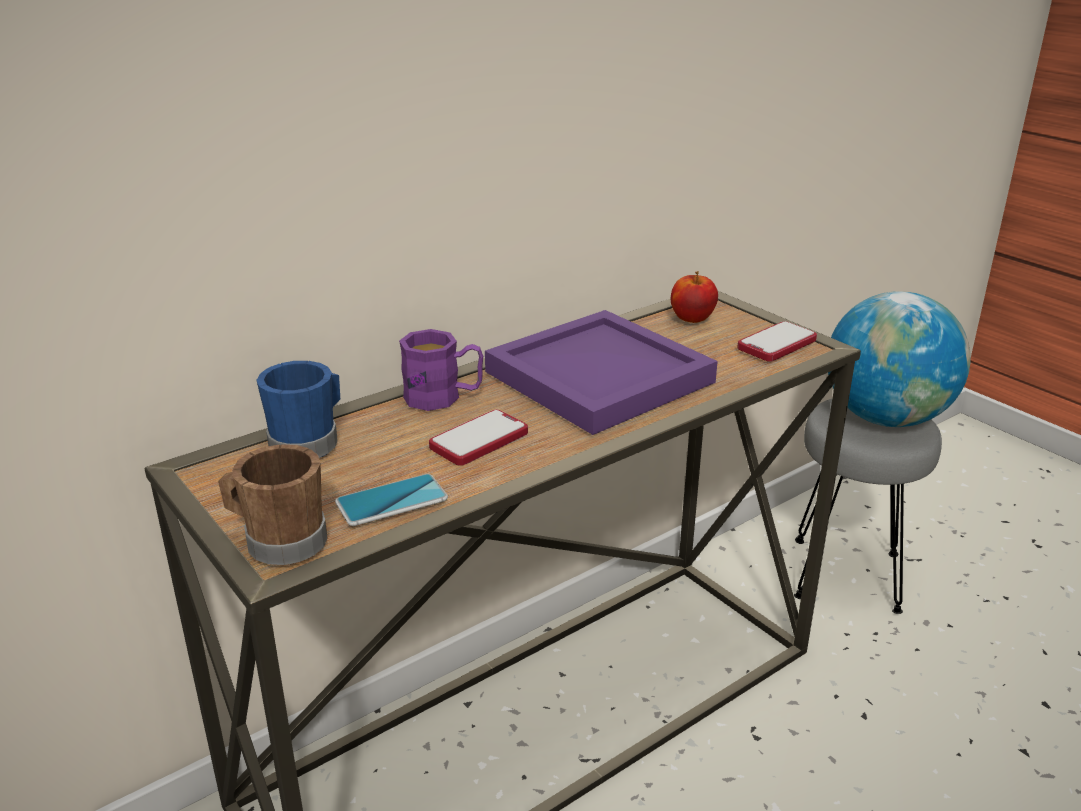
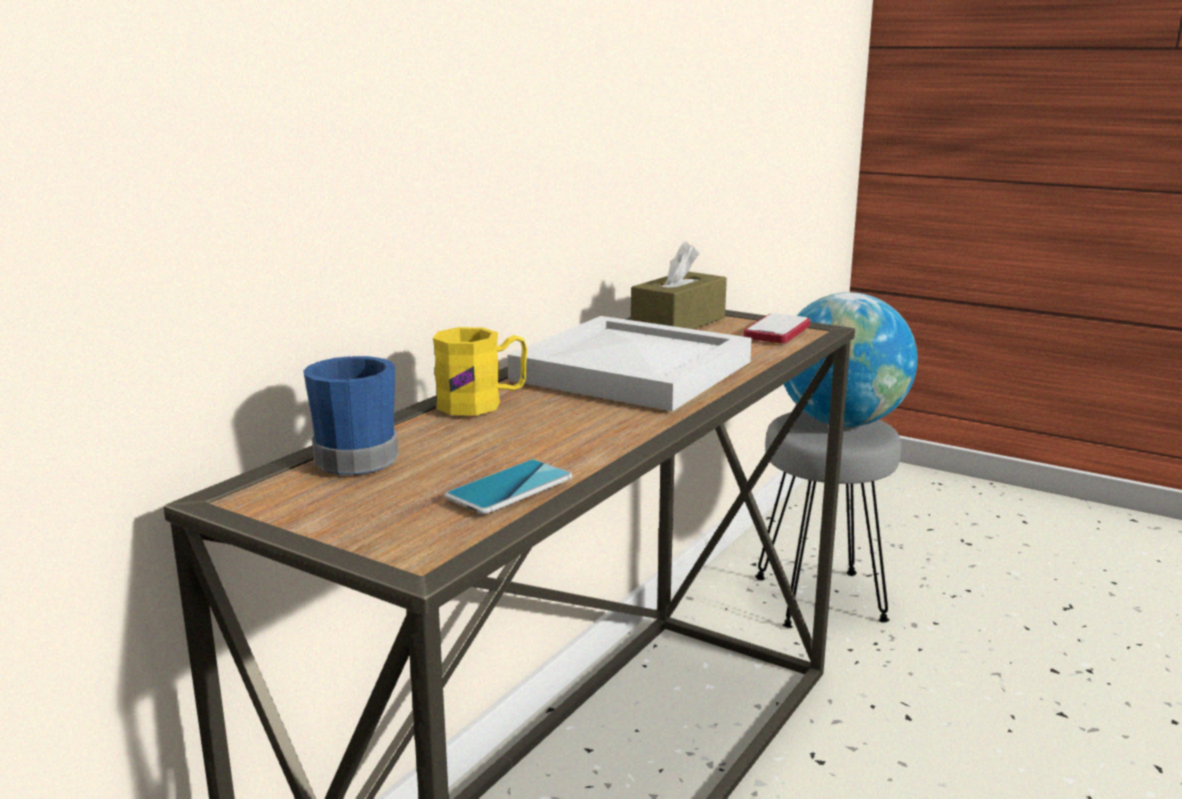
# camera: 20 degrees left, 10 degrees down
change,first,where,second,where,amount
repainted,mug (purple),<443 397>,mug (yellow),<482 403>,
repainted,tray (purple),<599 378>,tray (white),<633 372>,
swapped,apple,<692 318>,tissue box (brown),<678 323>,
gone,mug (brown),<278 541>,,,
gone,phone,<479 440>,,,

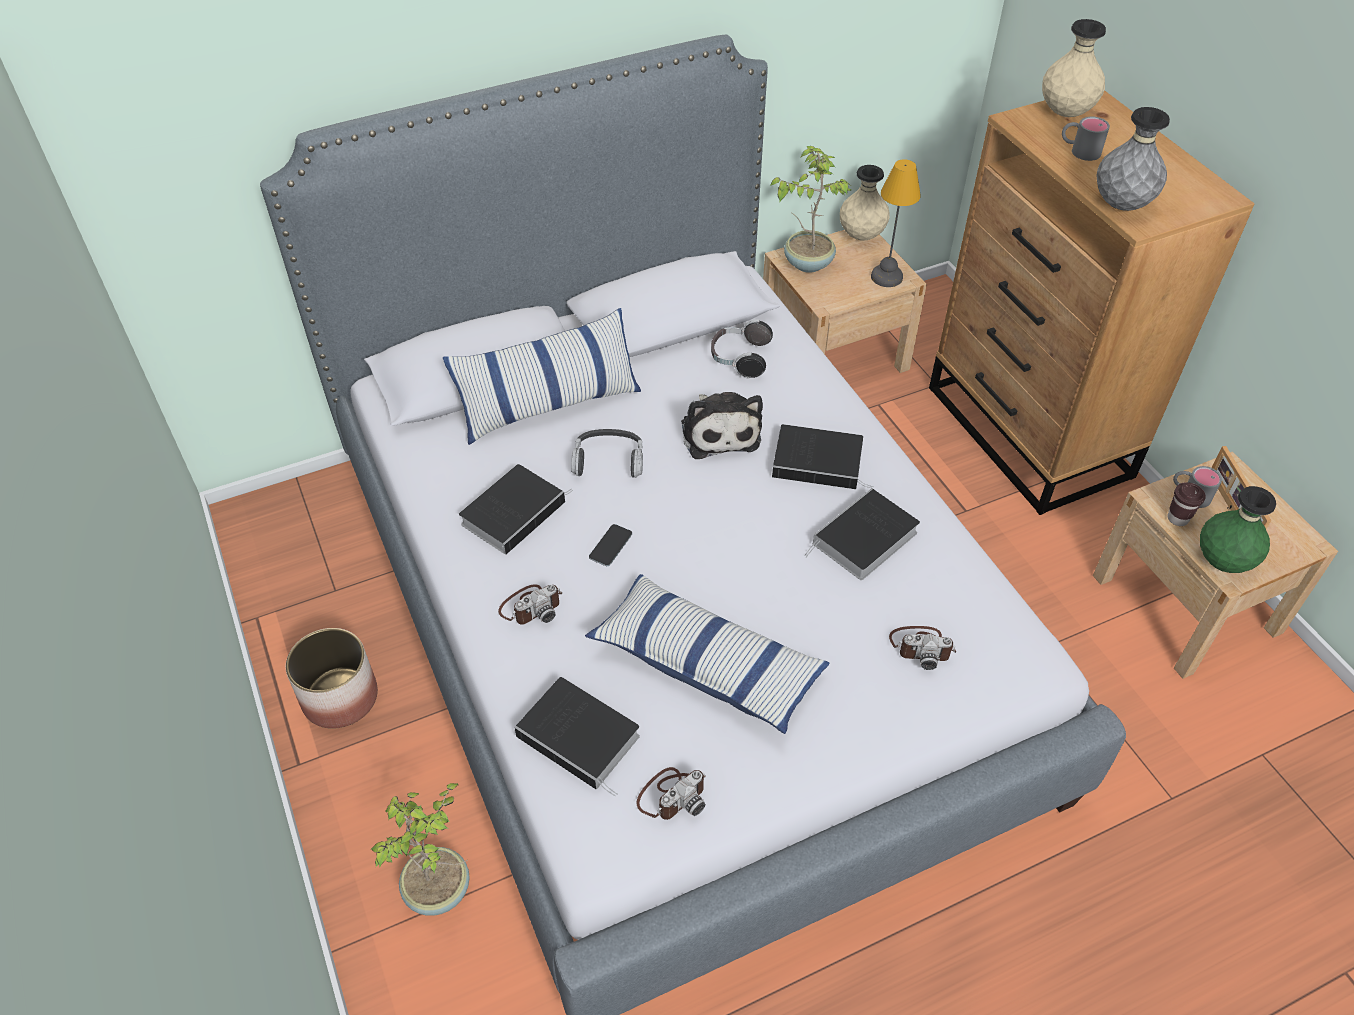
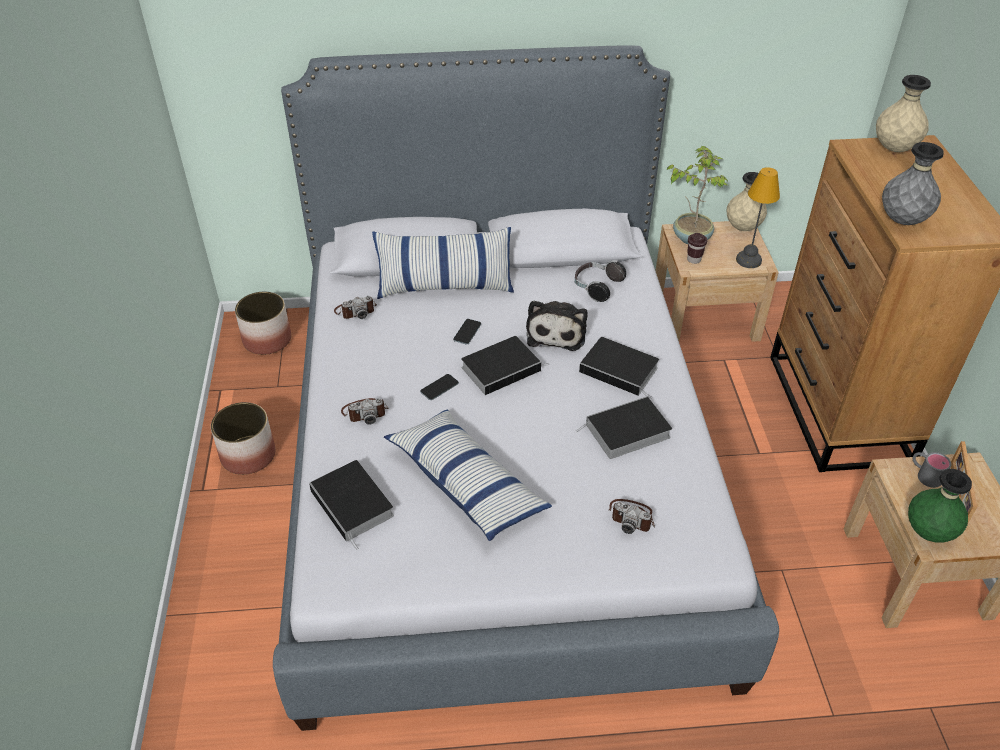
# camera: 20 degrees right, 5 degrees down
change,first,where,second,where,amount
new,,,planter,<267 340>,
shifted,photo camera,<672 795>,,<355 310>,
swapped,headphones,<608 460>,phone,<467 332>,
shifted,book,<514 511>,,<502 368>,
shifted,cup (brown),<1177 518>,,<694 259>,
gone,potted plant,<439 890>,,,
gone,mug (grey),<1079 150>,,,

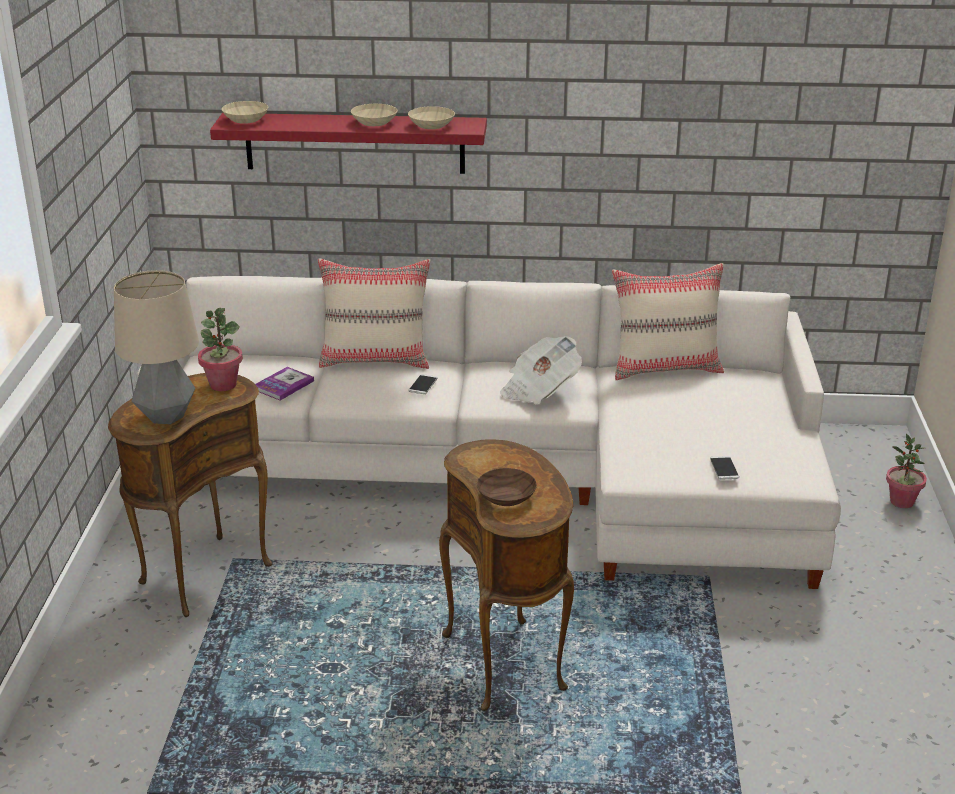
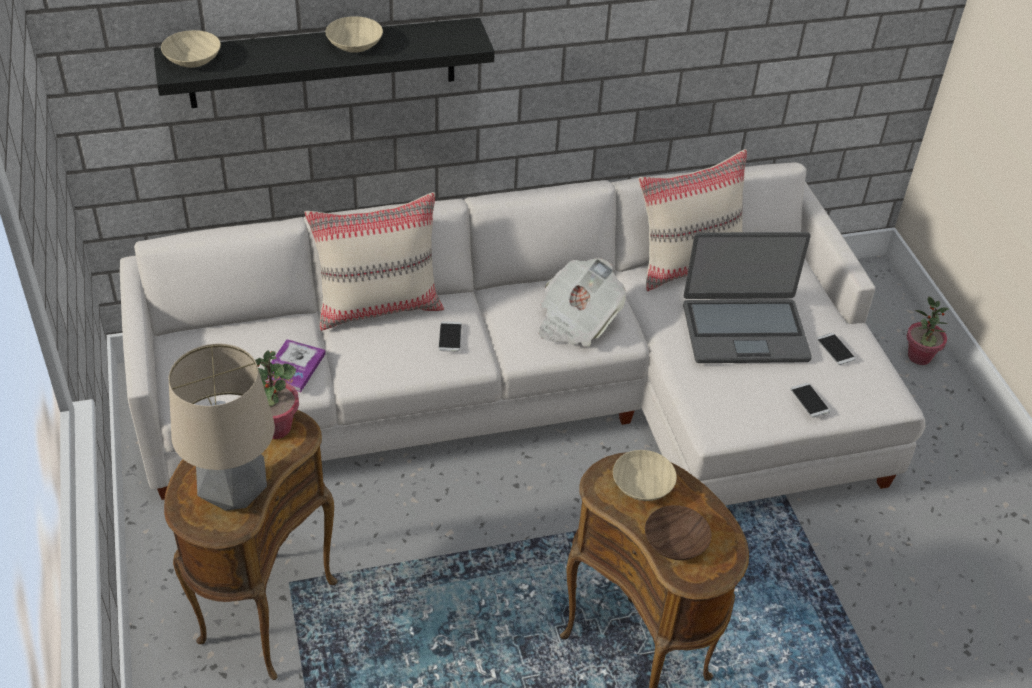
# camera: 20 degrees left, 15 degrees up
change,first,where,second,where,amount
repainted,shelf (red),<355 143>,shelf (black),<323 63>,
shifted,bowl (beige),<432 125>,,<642 483>,
new,,,laptop,<744 331>,
new,,,phone,<835 349>,

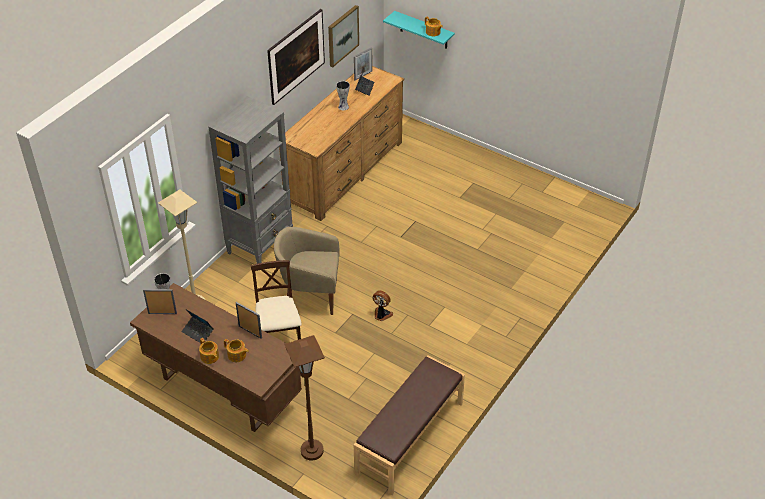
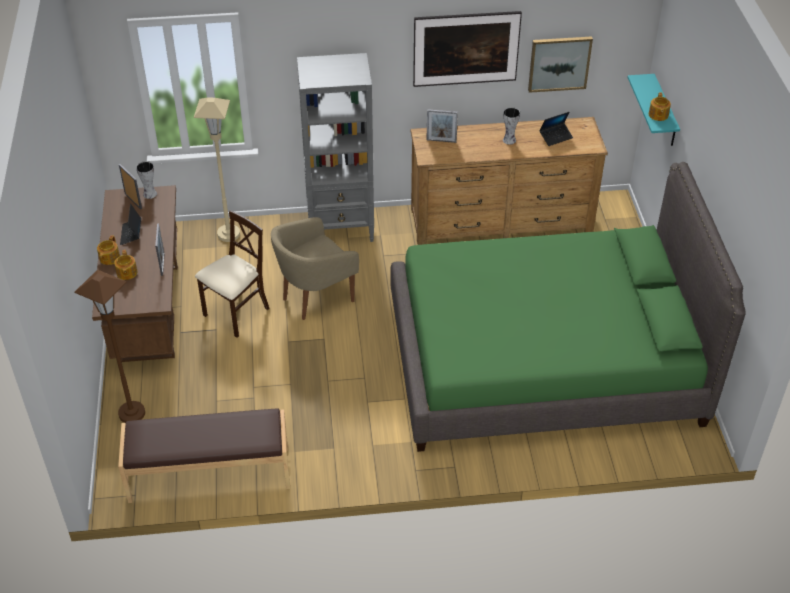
# camera: 50 degrees right, 0 degrees up
change,first,where,second,where,amount
rotated,armchair (beige),<310 296>,,<315 297>,90 degrees counterclockwise
new,,,bed (green),<544 362>,
shifted,picture frame,<363 75>,,<441 141>,
gone,fan,<381 315>,,,

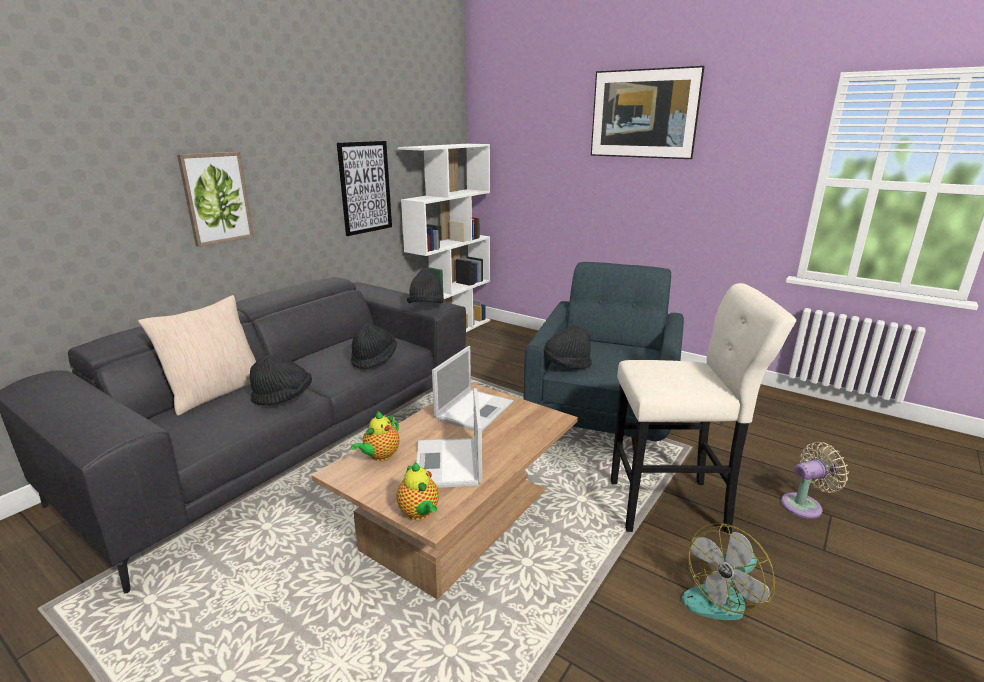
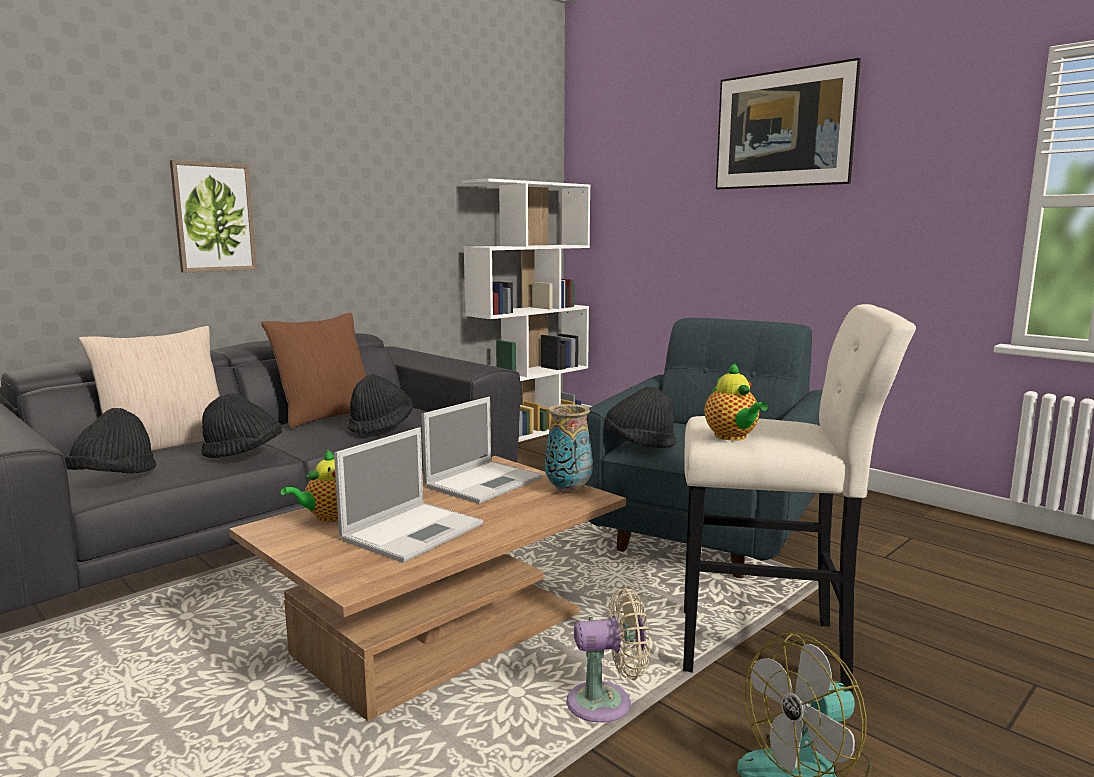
# camera: 10 degrees right, 10 degrees down
change,first,where,second,where,amount
shifted,hat (black),<426 306>,,<114 477>,
new,,,pillow (brown),<326 415>,
rotated,laptop,<448 464>,,<414 531>,150 degrees counterclockwise
new,,,vase,<569 490>,
shifted,fan (beige),<804 505>,,<606 703>,
shifted,teapot,<419 513>,,<732 437>,
gone,picture,<365 187>,,,

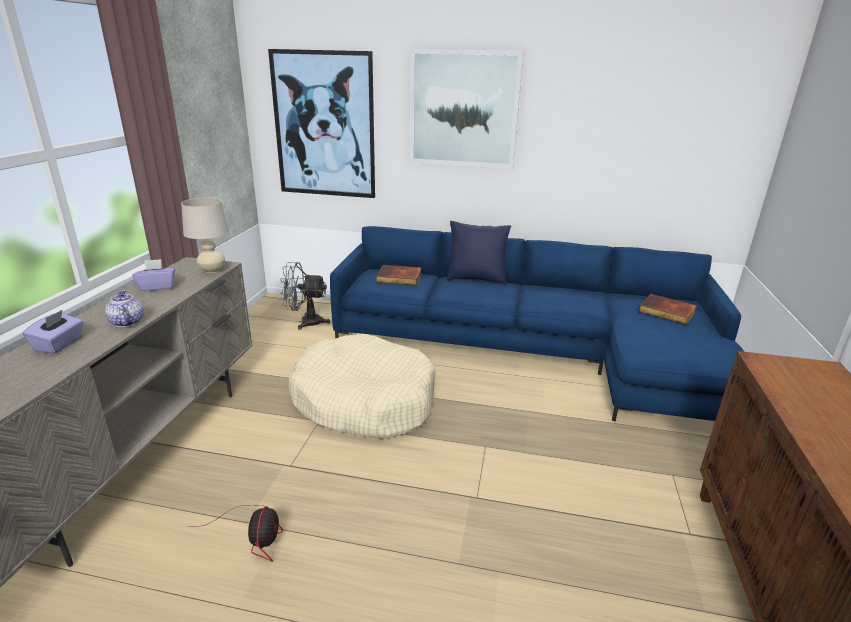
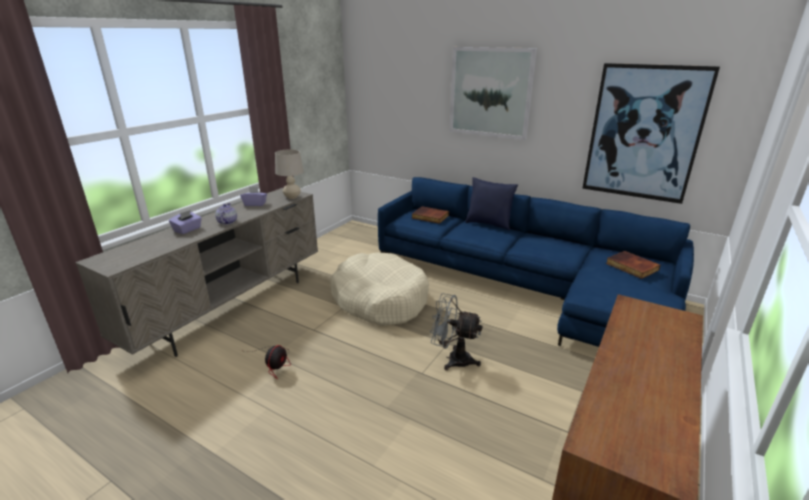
# camera: 20 degrees right, 0 degrees up
change,first,where,second,where,amount
shifted,fan (grey),<305 322>,,<453 359>,
shifted,picture,<324 125>,,<643 133>,

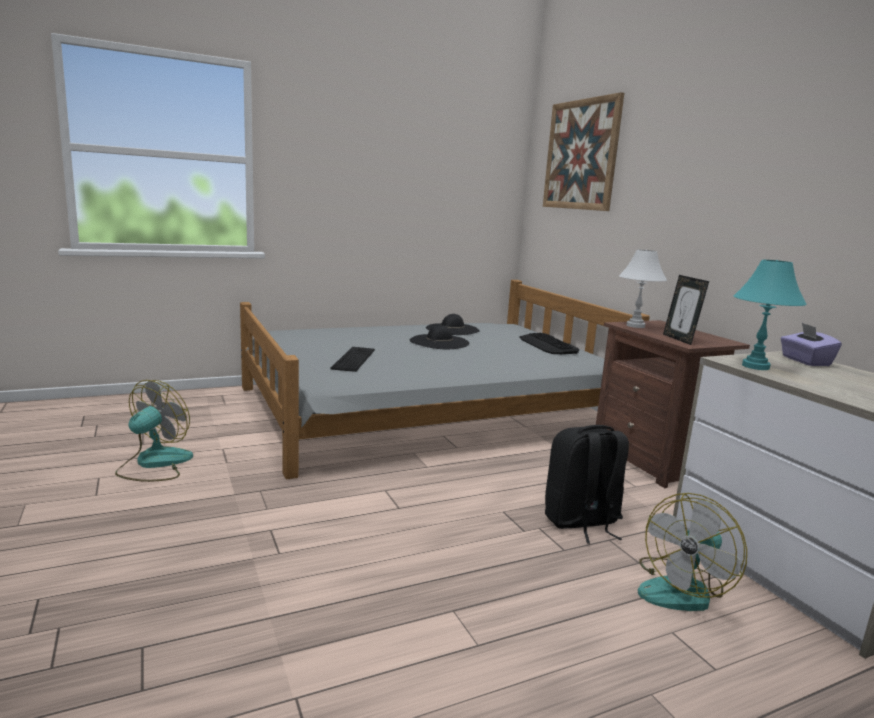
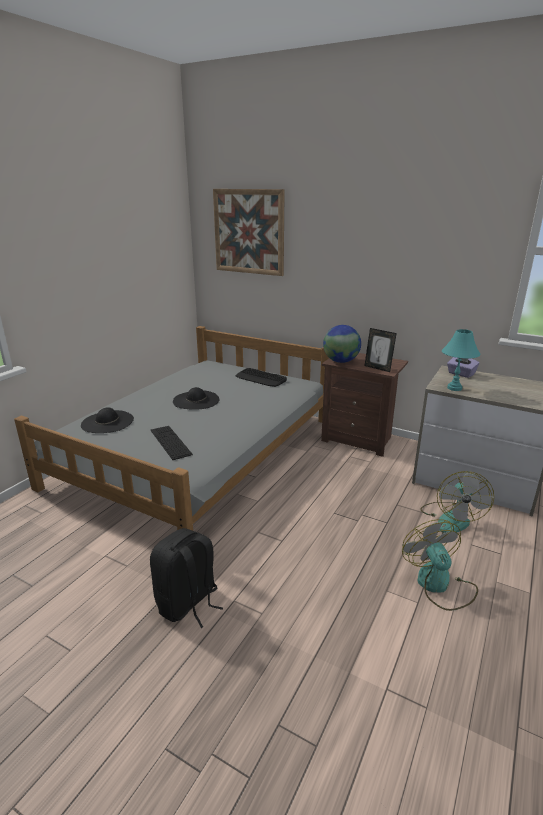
# camera: 35 degrees left, 10 degrees up
change,first,where,second,where,amount
shifted,hat (black),<452 329>,,<107 422>,
shifted,backpack (black),<581 522>,,<188 603>,
swapped,table lamp (white),<635 326>,globe,<341 361>,
shifted,fan,<154 464>,,<439 585>,

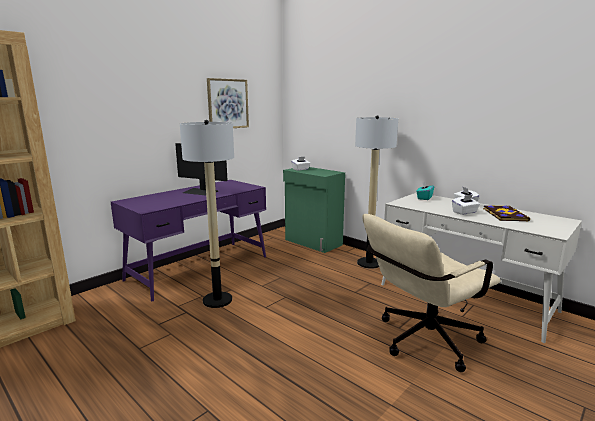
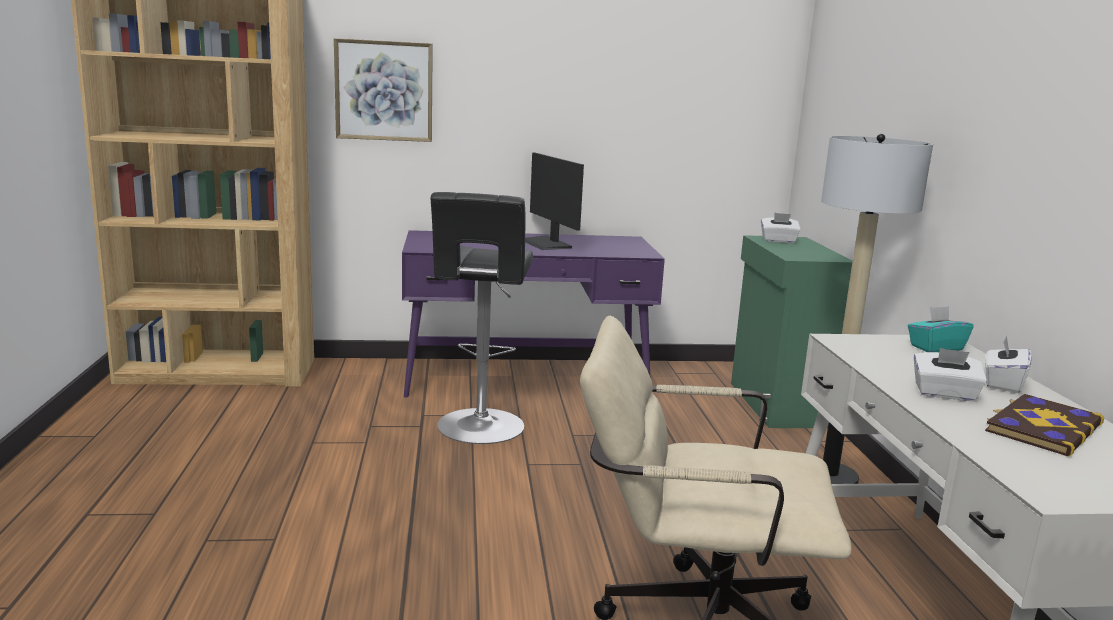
# camera: 40 degrees right, 0 degrees up
change,first,where,second,where,amount
shifted,picture,<228 104>,,<384 91>,
swapped,floor lamp,<217 300>,stool (black),<480 428>,

